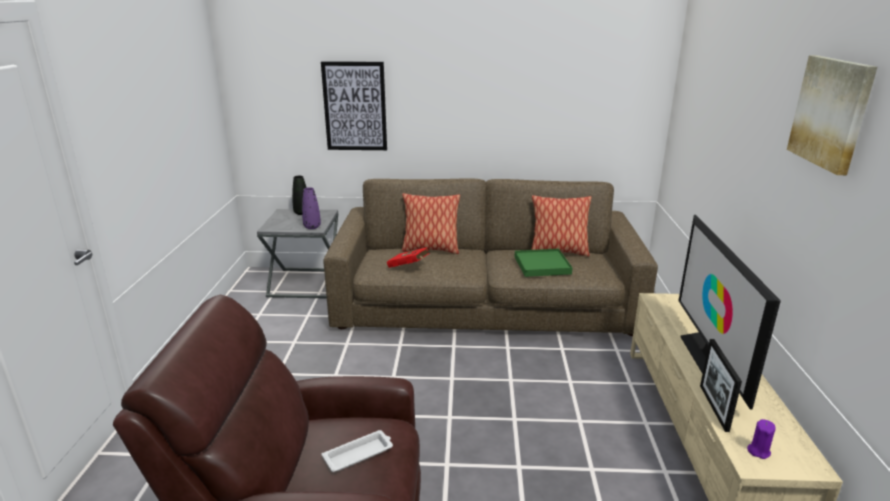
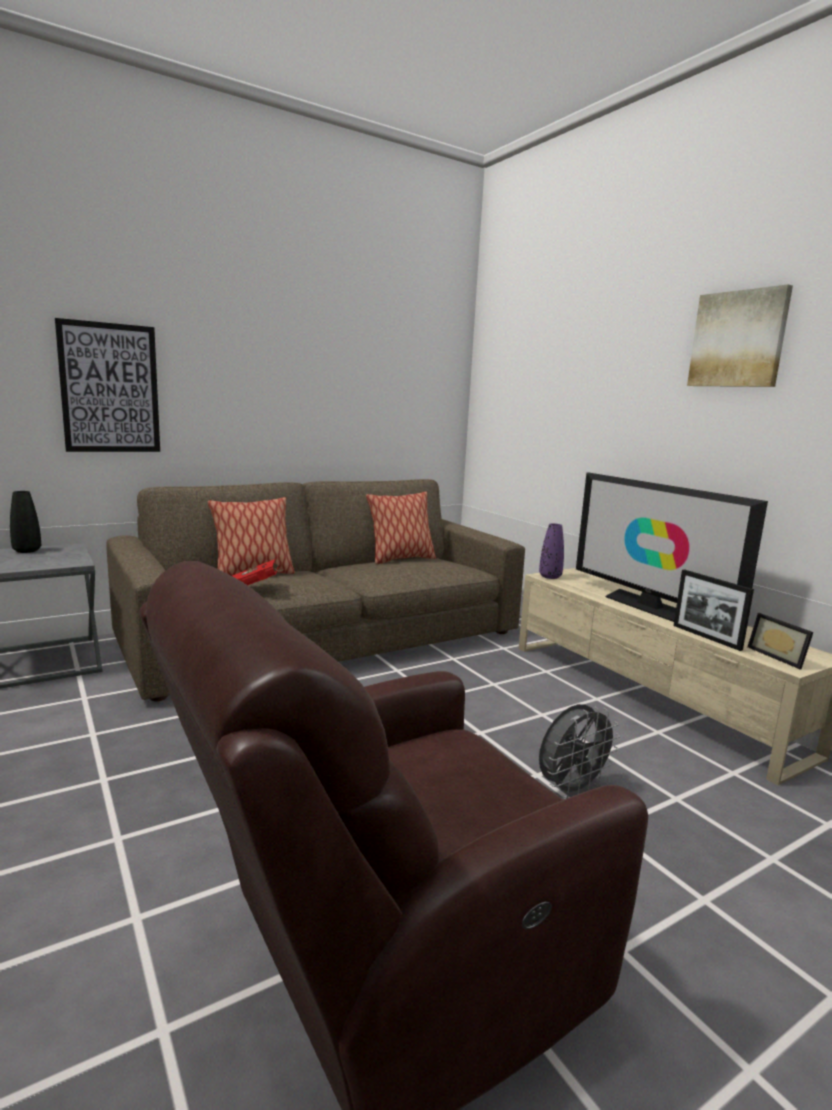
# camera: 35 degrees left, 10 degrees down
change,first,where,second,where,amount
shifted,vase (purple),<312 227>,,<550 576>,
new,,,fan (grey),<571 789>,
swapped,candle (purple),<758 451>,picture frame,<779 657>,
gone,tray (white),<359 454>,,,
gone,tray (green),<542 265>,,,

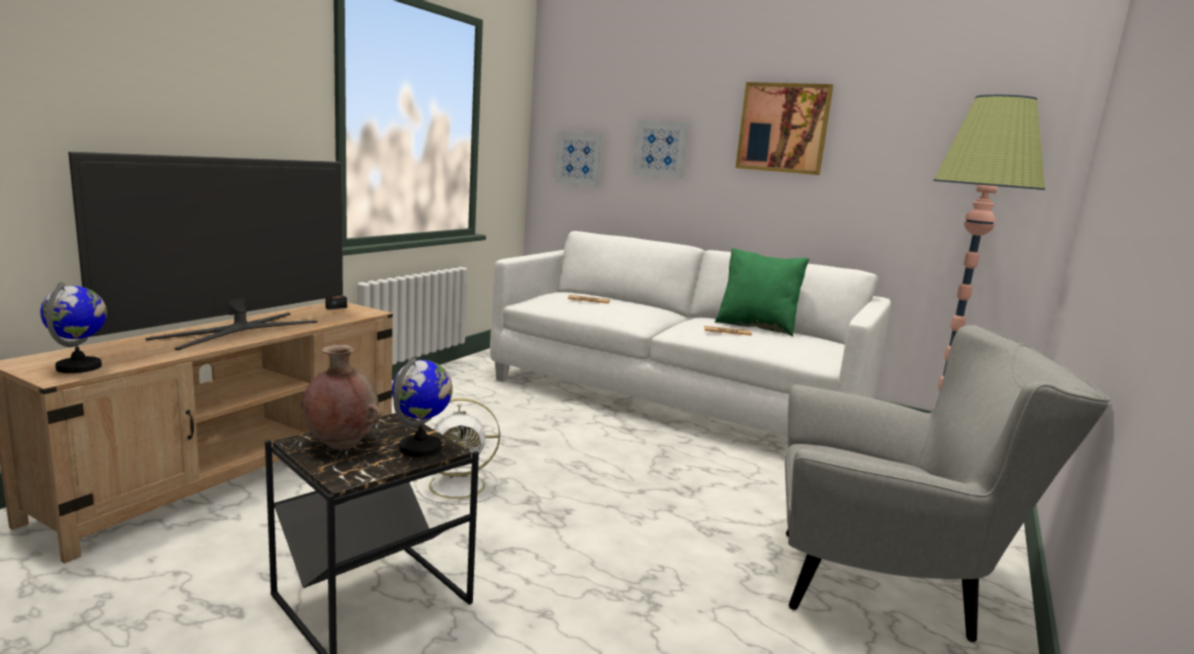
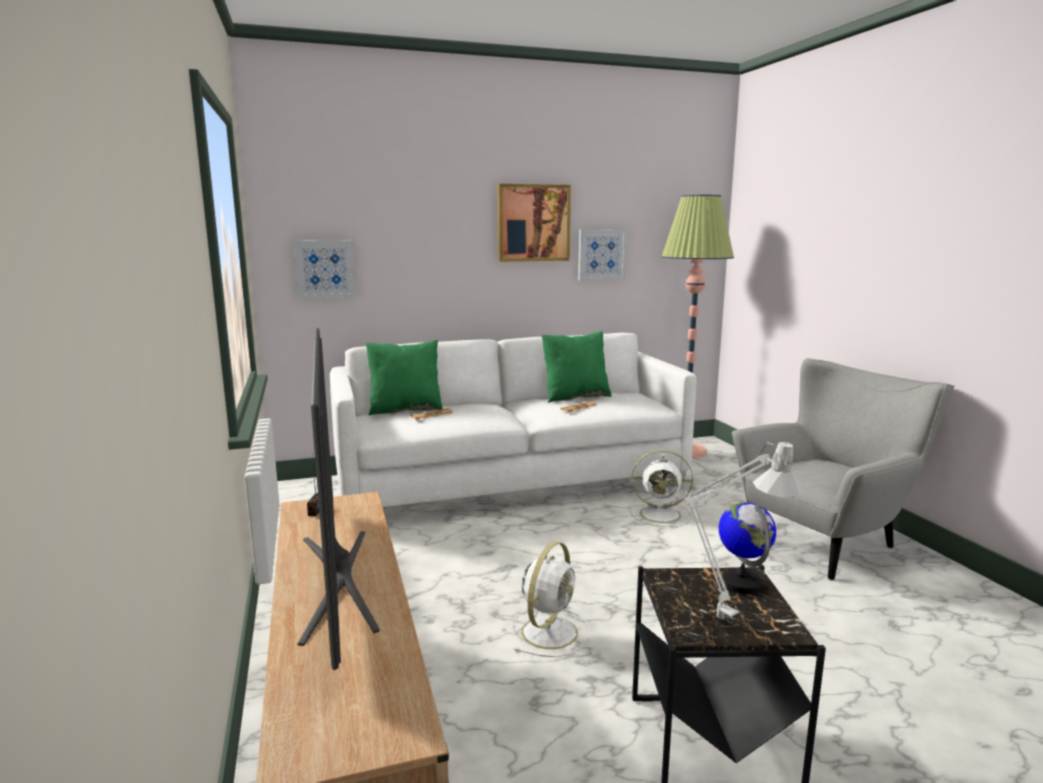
# camera: 45 degrees left, 0 degrees up
change,first,where,second,where,amount
new,,,pillow (green),<405 409>,
shifted,picture,<661 149>,,<601 254>,
new,,,fan (white),<662 514>,
swapped,vase (brown),<341 445>,table lamp (grey),<711 615>,
gone,globe,<79 367>,,,

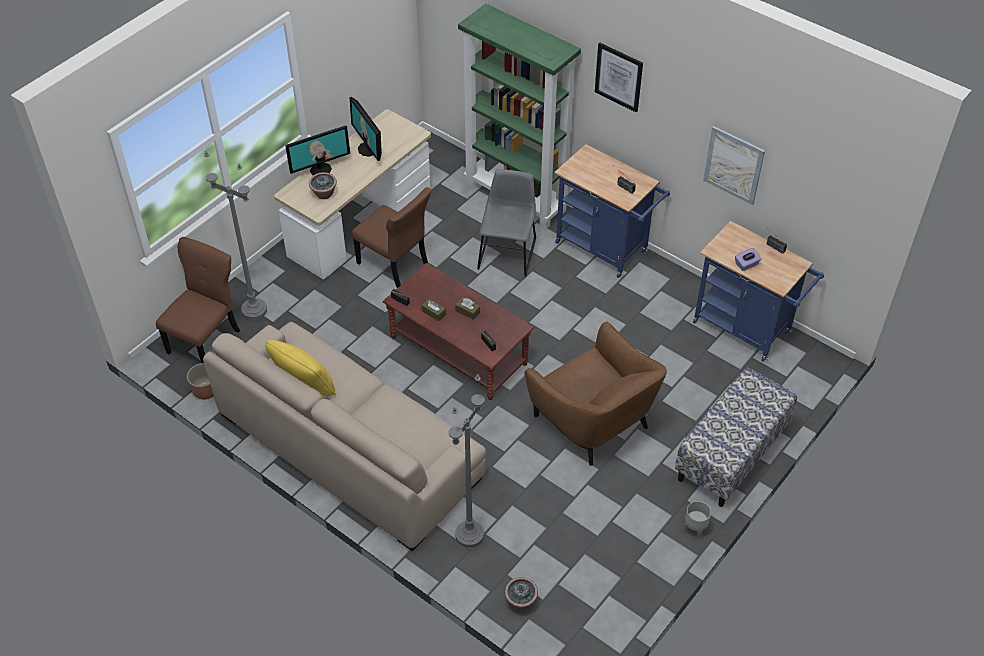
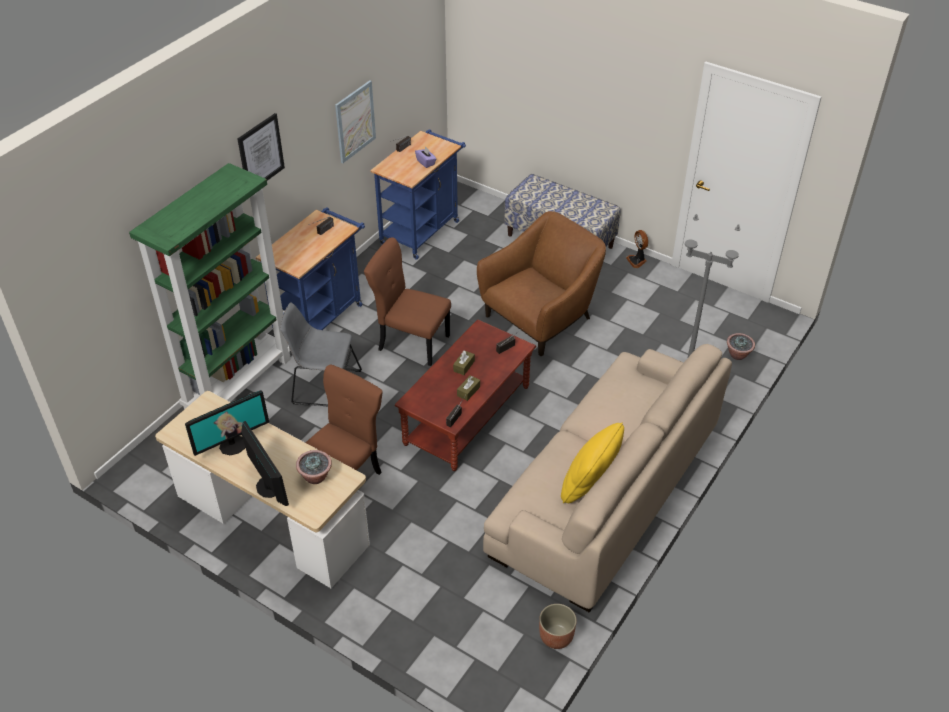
# camera: 95 degrees left, 5 degrees down
change,first,where,second,where,amount
shifted,chair (brown),<206 340>,,<411 342>,
swapped,planter (grey),<694 529>,fan,<637 261>,
gone,floor lamp (grey),<254 310>,,,

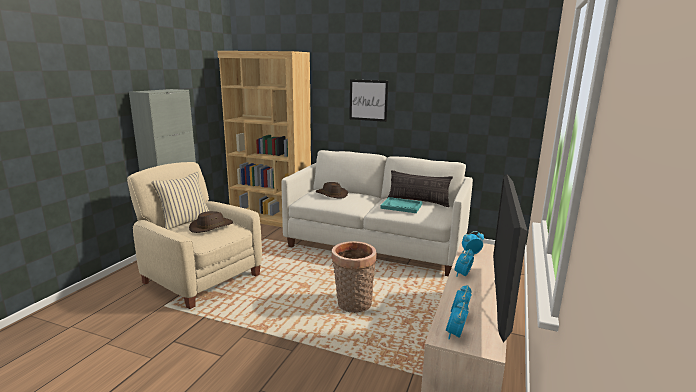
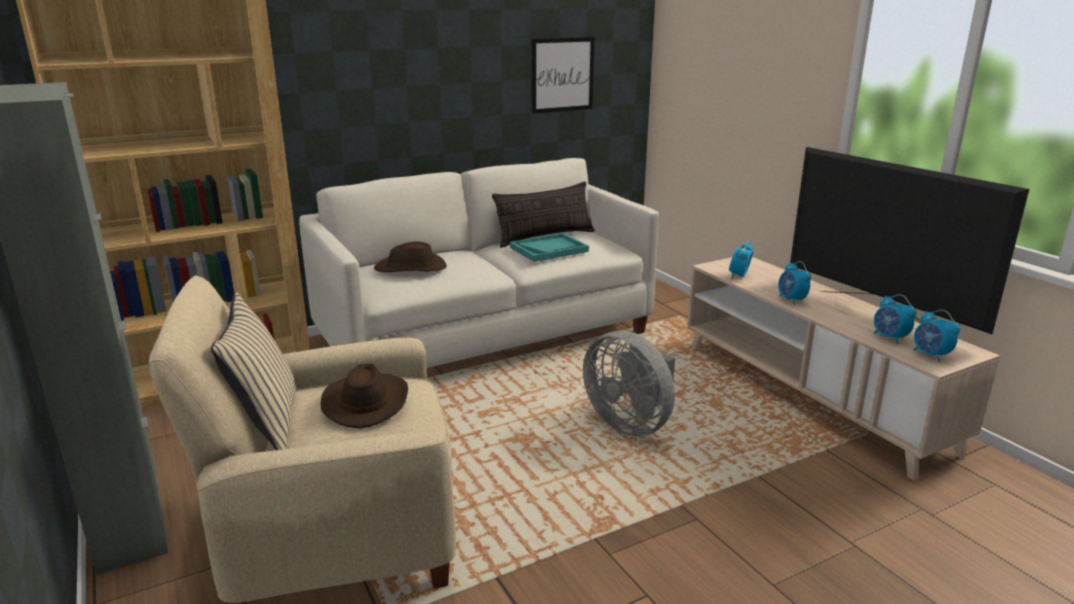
# camera: 50 degrees left, 5 degrees up
change,first,where,second,where,amount
shifted,picture,<368 100>,,<562 75>,
swapped,basket,<353 305>,fan (grey),<630 423>,

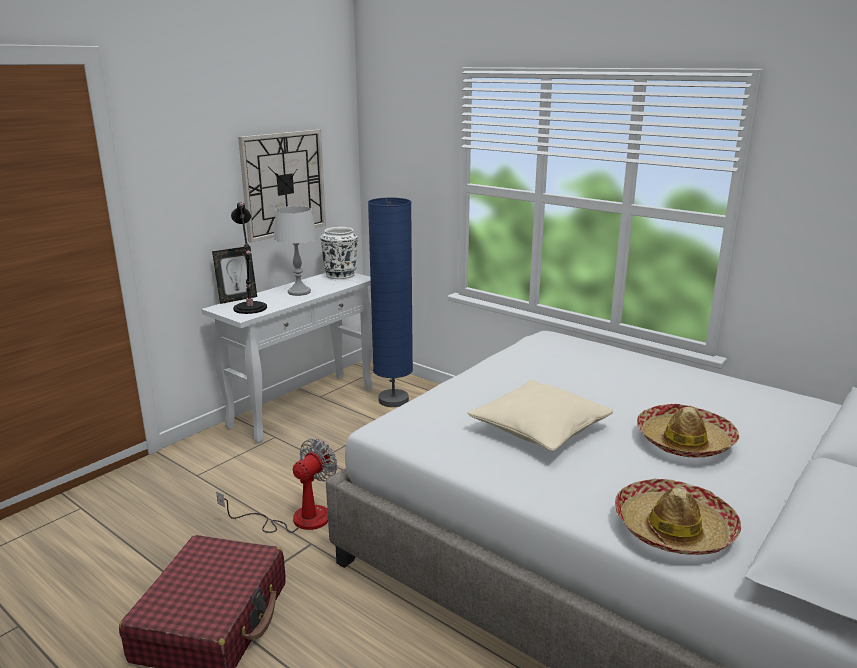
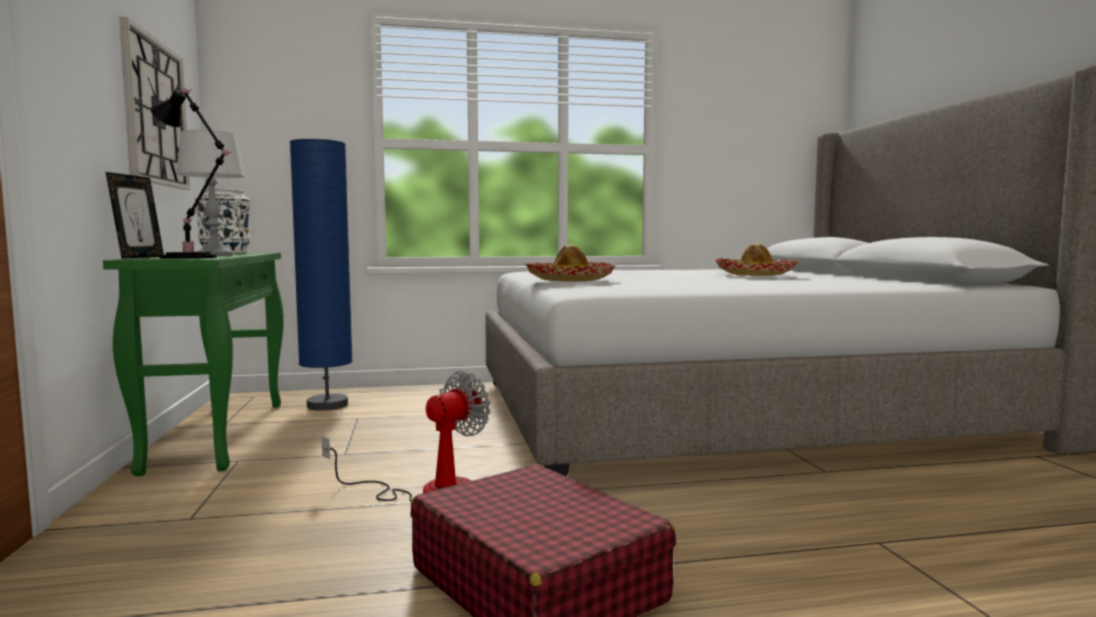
# camera: 50 degrees left, 15 degrees down
change,first,where,second,where,amount
repainted,console table (white),<303 406>,console table (green),<219 434>,
rotated,fan,<297 519>,,<429 491>,60 degrees clockwise
shifted,hat,<673 529>,,<569 280>,
gone,pillow (beige),<539 429>,,,

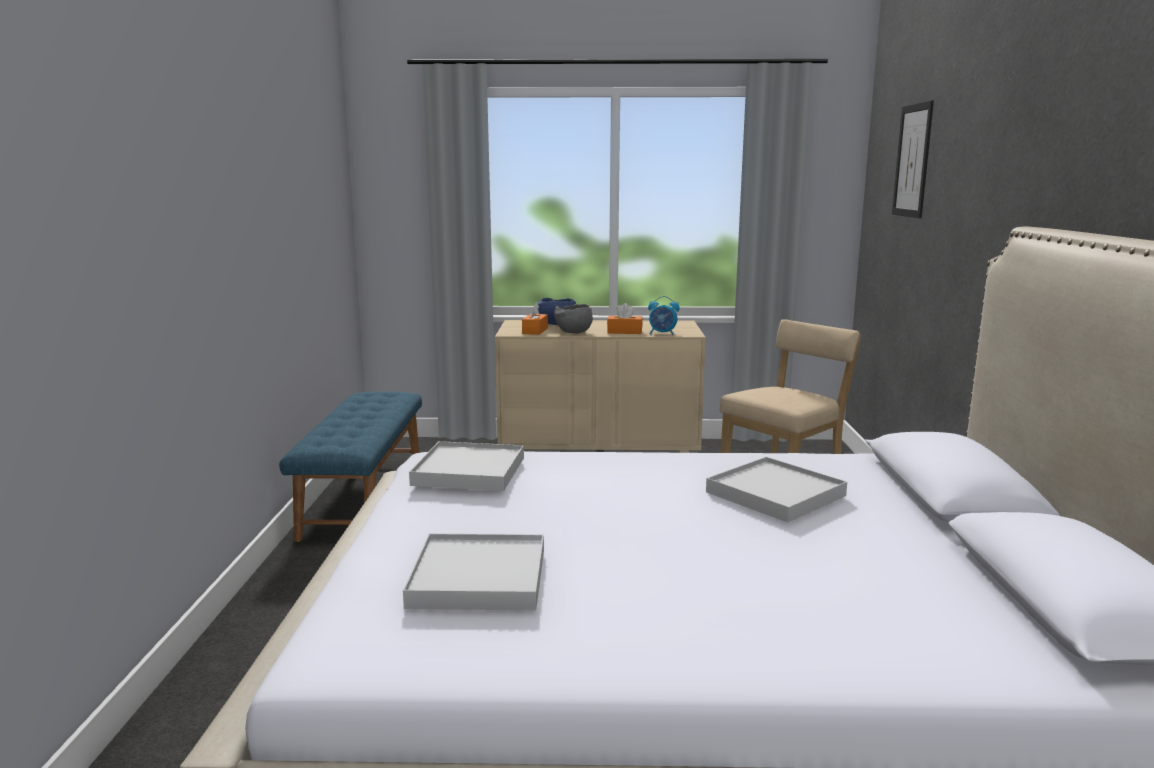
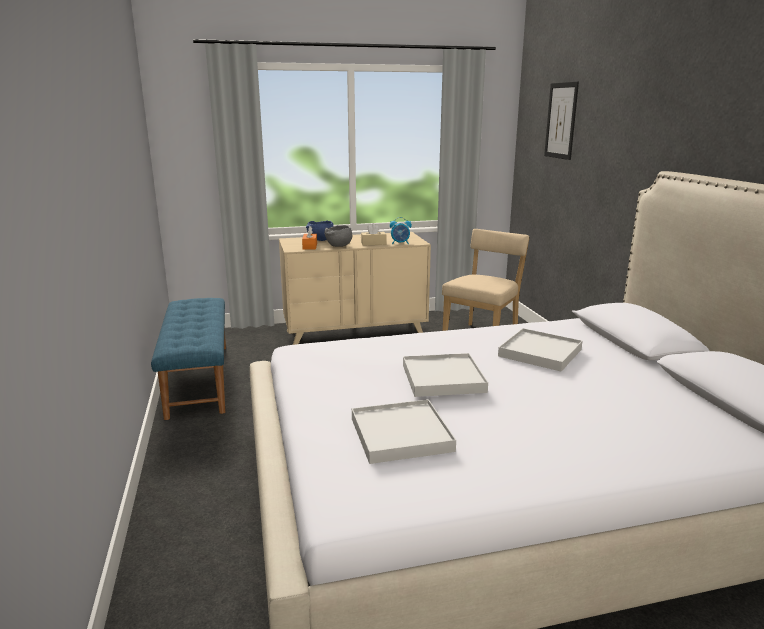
# camera: 15 degrees left, 5 degrees up
change,first,where,second,where,amount
repainted,tissue box (orange),<624 332>,tissue box (beige),<373 243>,
shifted,tray (white),<469 471>,,<443 378>,

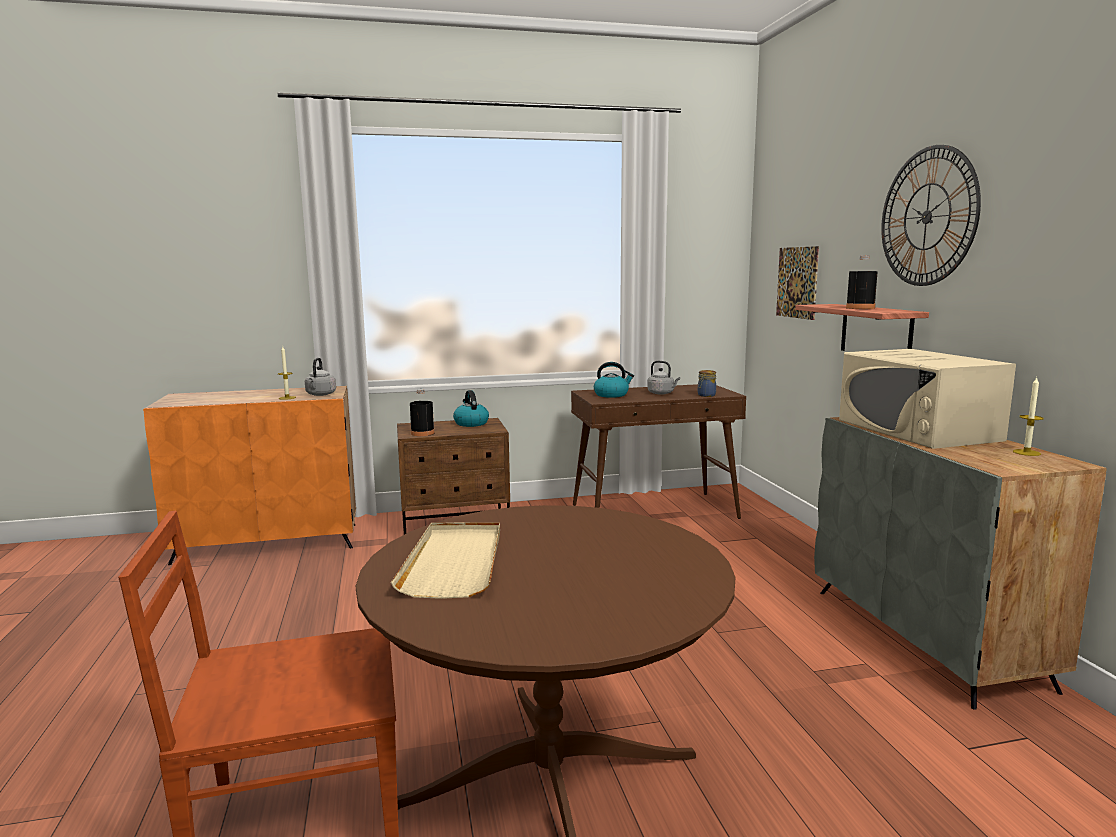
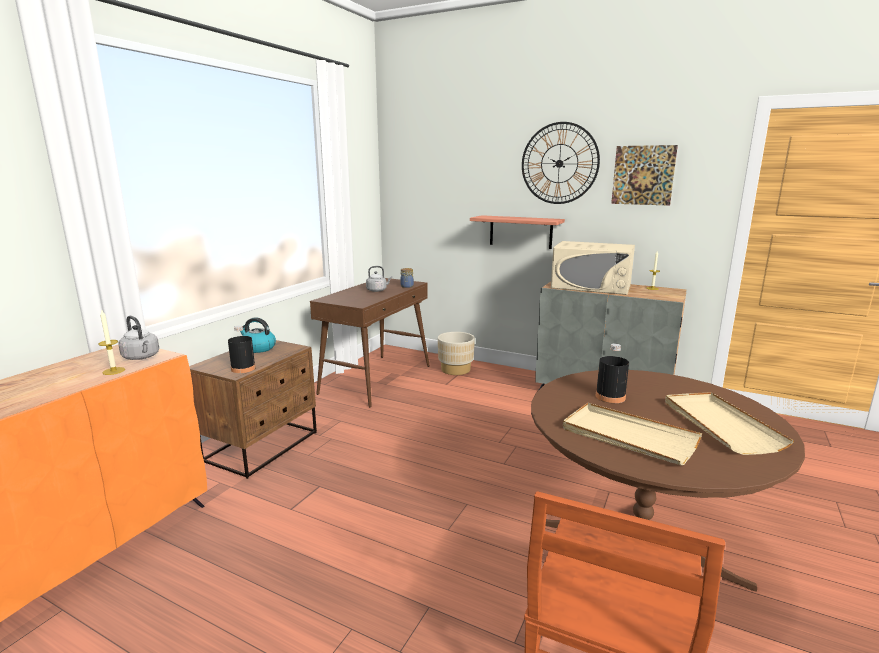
# camera: 50 degrees left, 5 degrees up
change,first,where,second,where,amount
new,,,planter (beige),<455 369>,
shifted,bottle (black),<860 308>,,<610 397>,
shifted,picture,<797 282>,,<643 175>,
new,,,tray (beige),<720 424>,
gone,kettle,<612 395>,,,

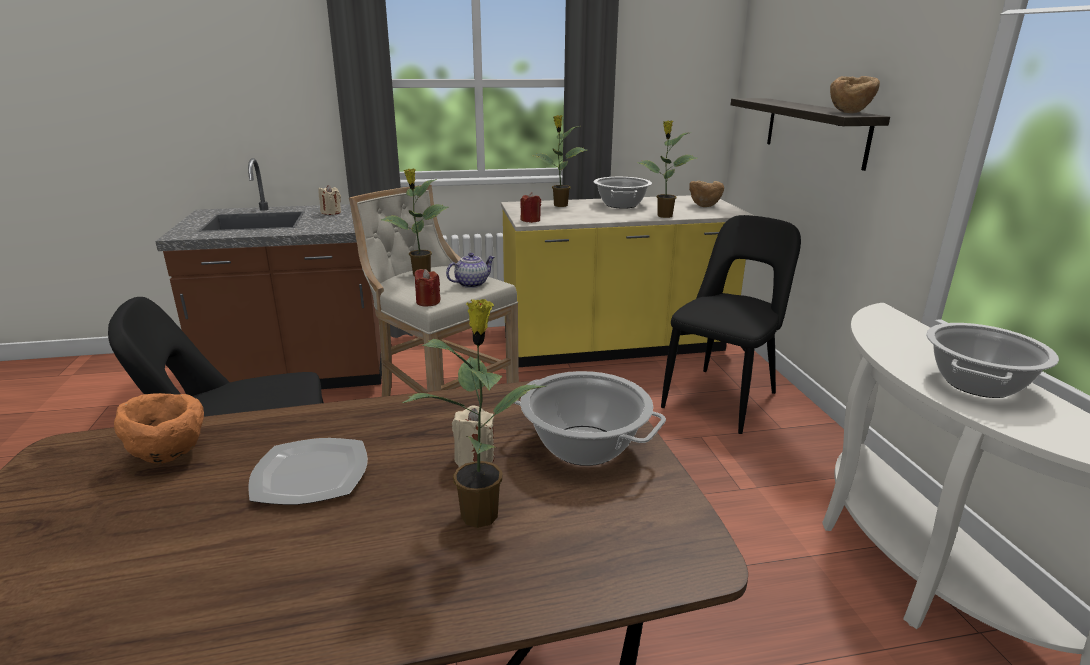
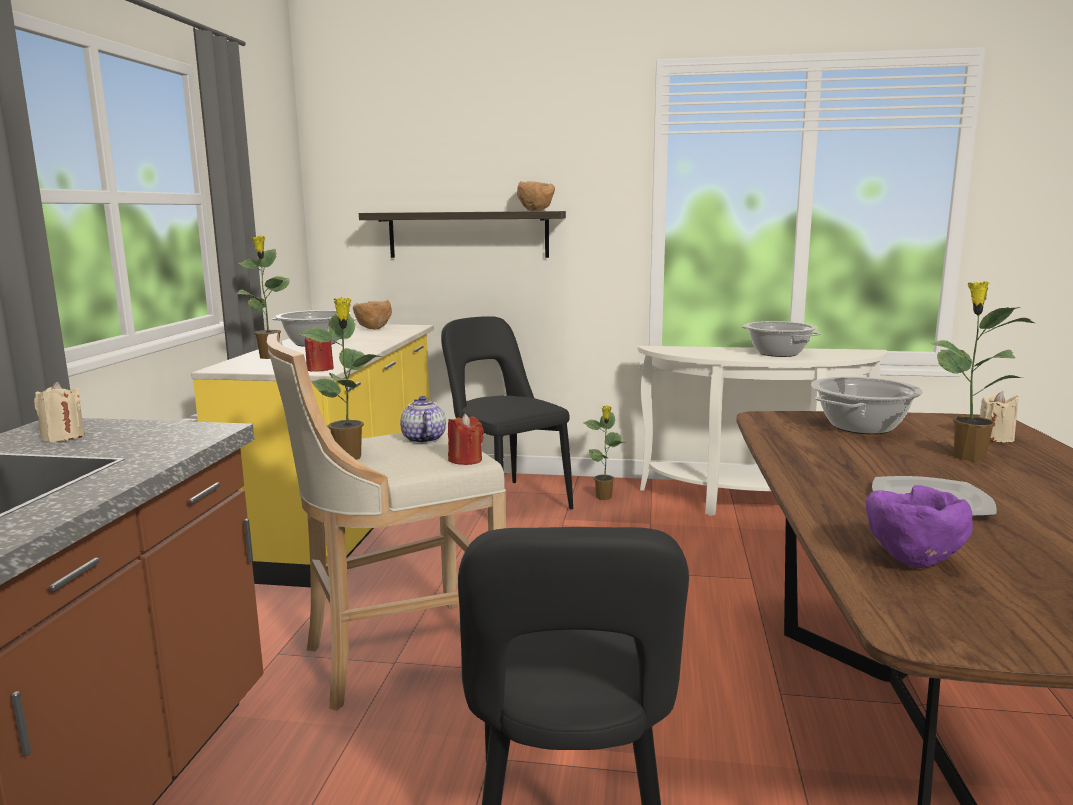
# camera: 70 degrees left, 10 degrees down
change,first,where,second,where,amount
shifted,potted plant,<664 216>,,<604 497>,
repainted,bowl (orange),<170 455>,bowl (purple),<911 561>,
shifted,candle (beige),<474 458>,,<995 438>,

